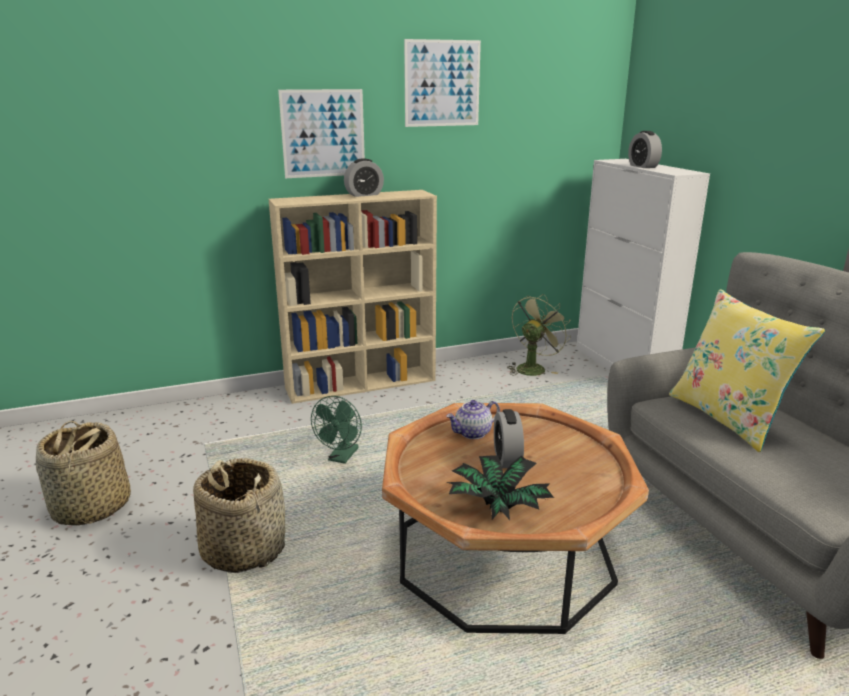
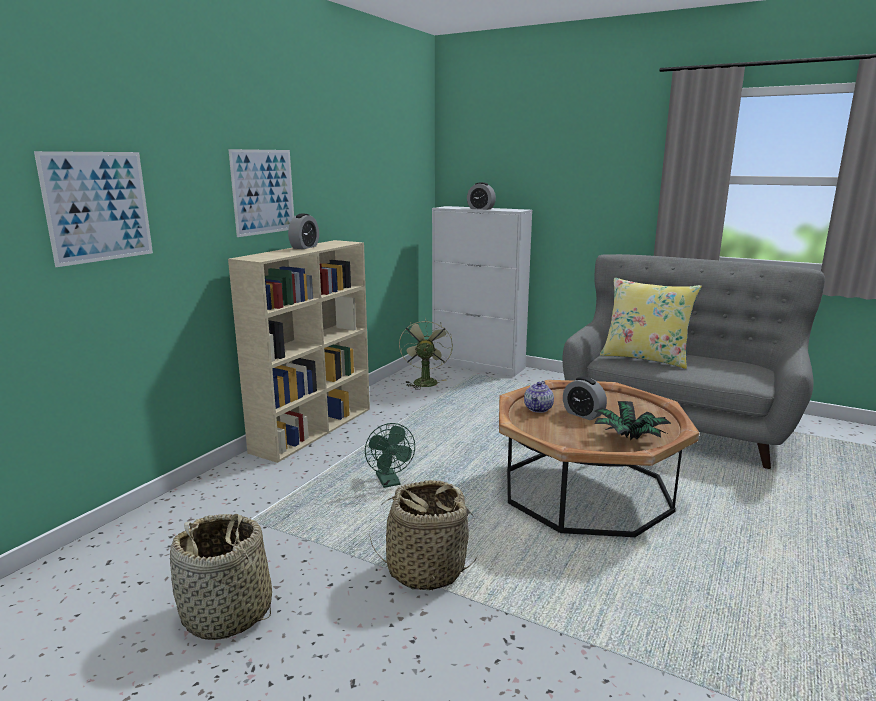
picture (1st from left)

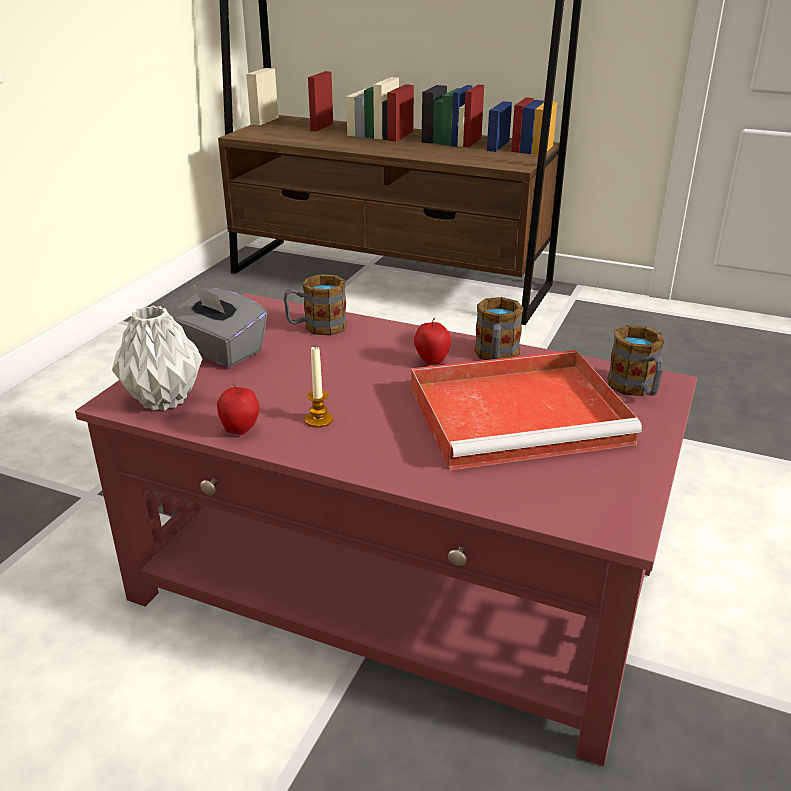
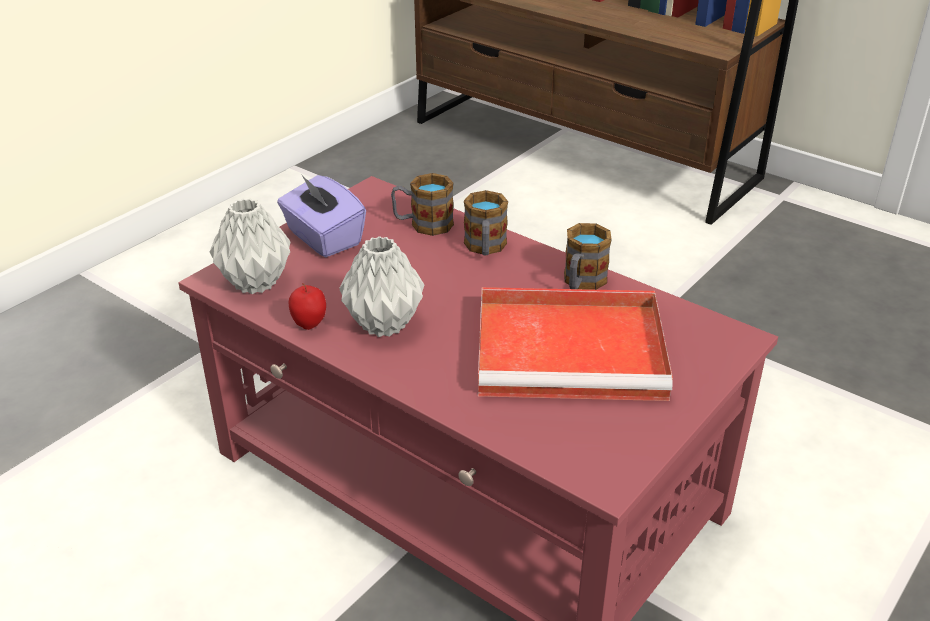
tissue box (purple); apple (2nd from left in the first image); mug (2nd from left); vase (grey) (2nd from left)

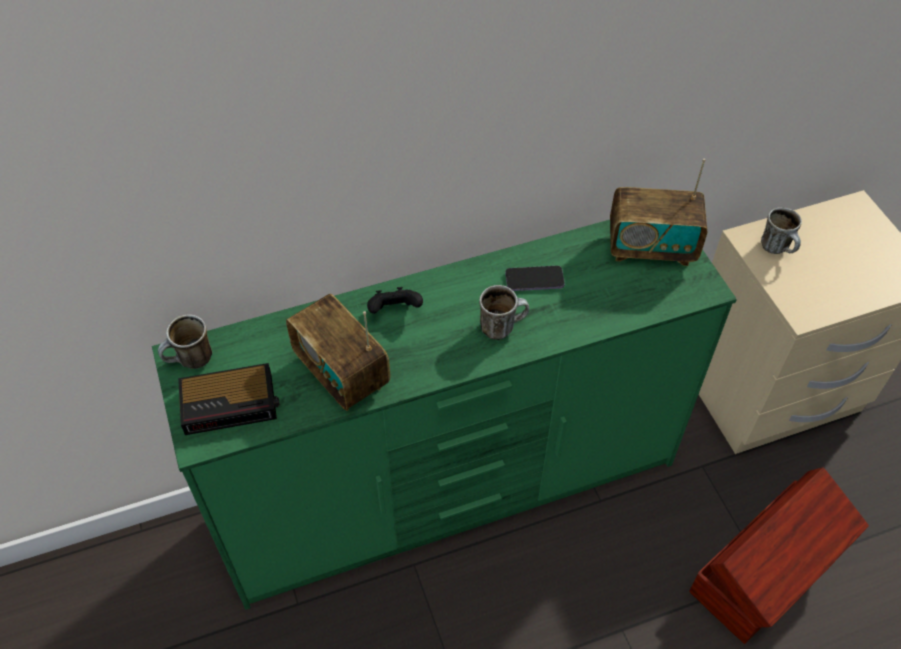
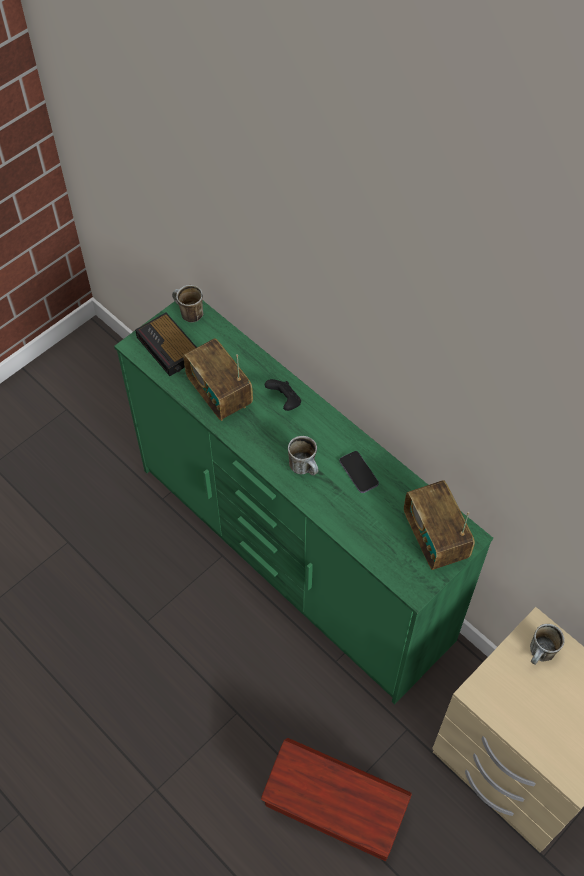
radio (1st from left)

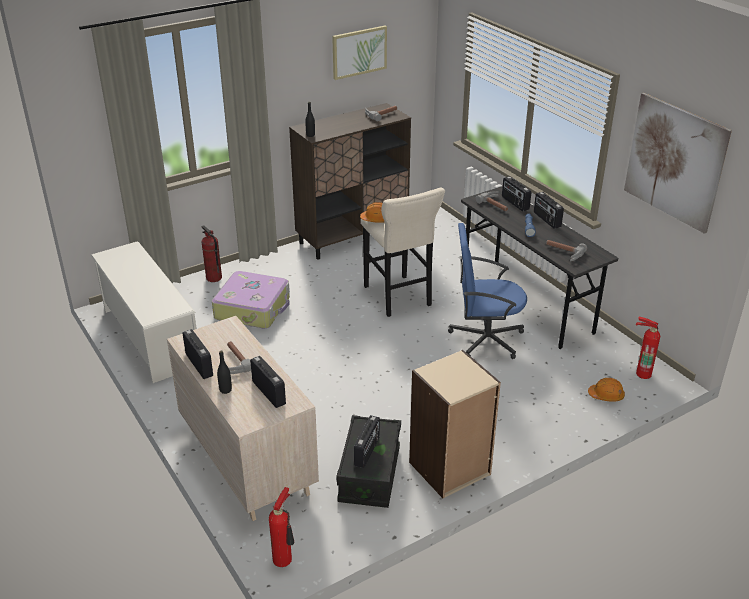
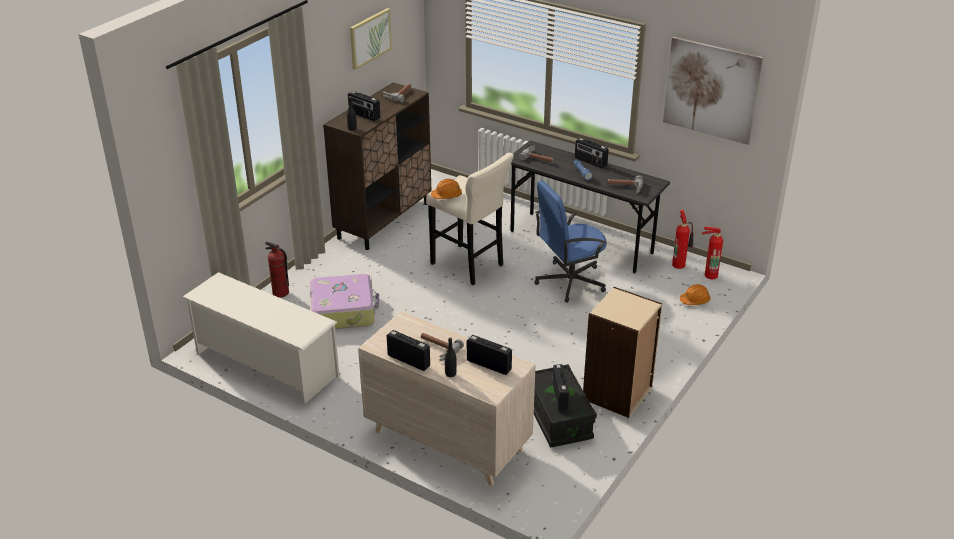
radio (1st from left); fire extinguisher (2nd from left)

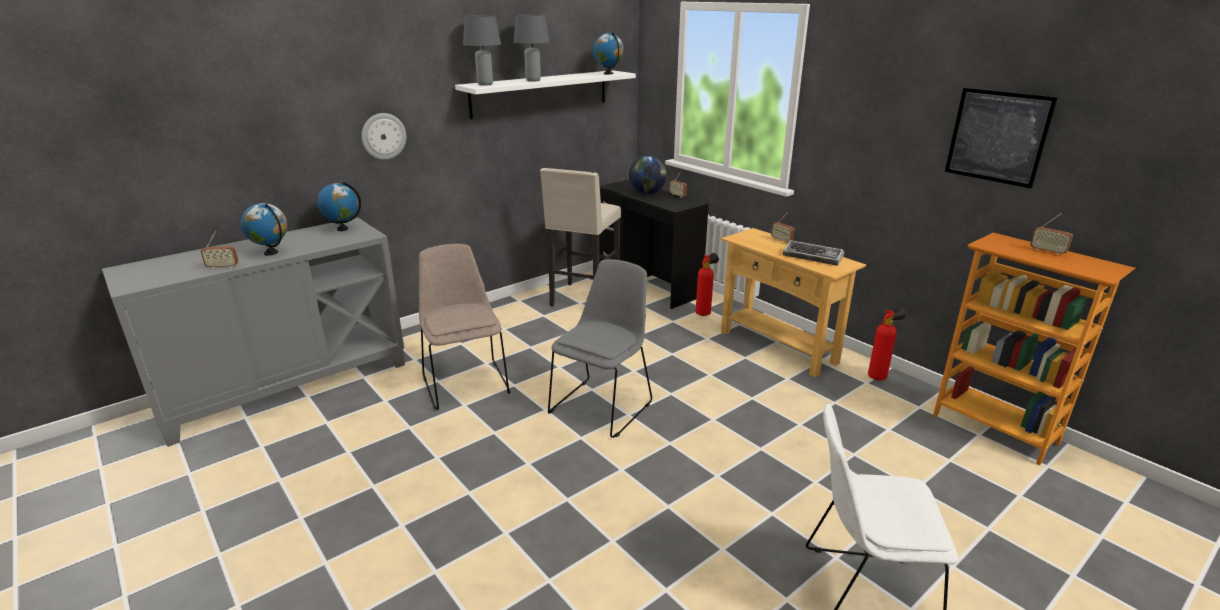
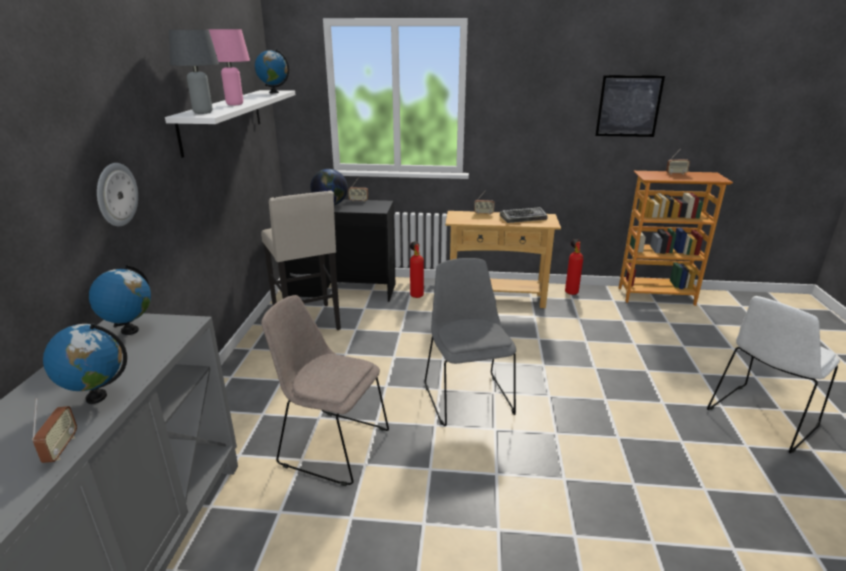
table lamp (pink); radio (1st from left)

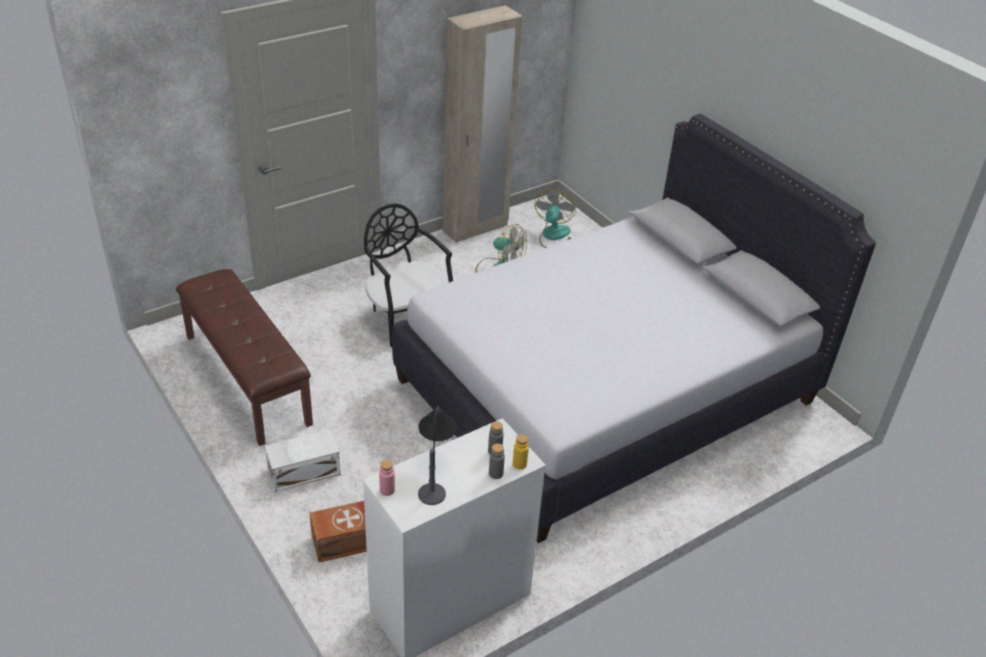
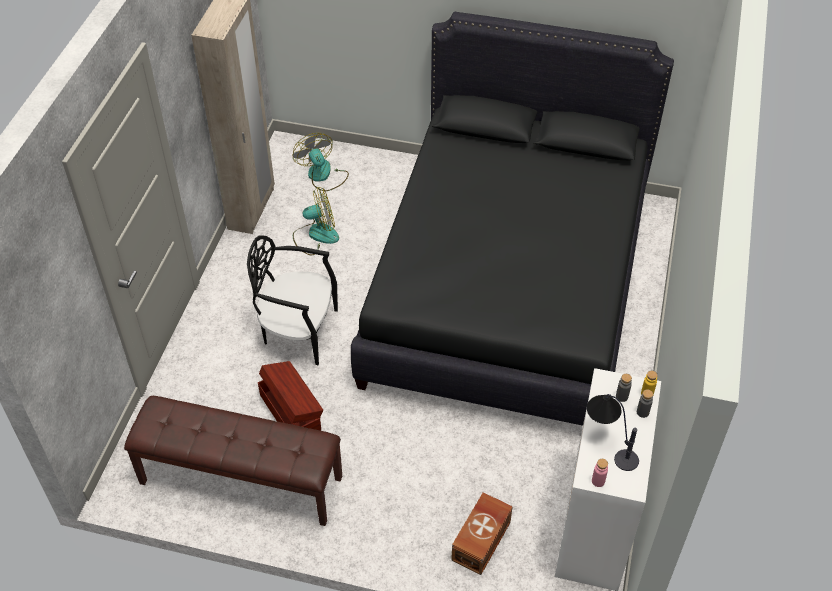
bed (black); storage box (white); storage box (brown) (1st from left)

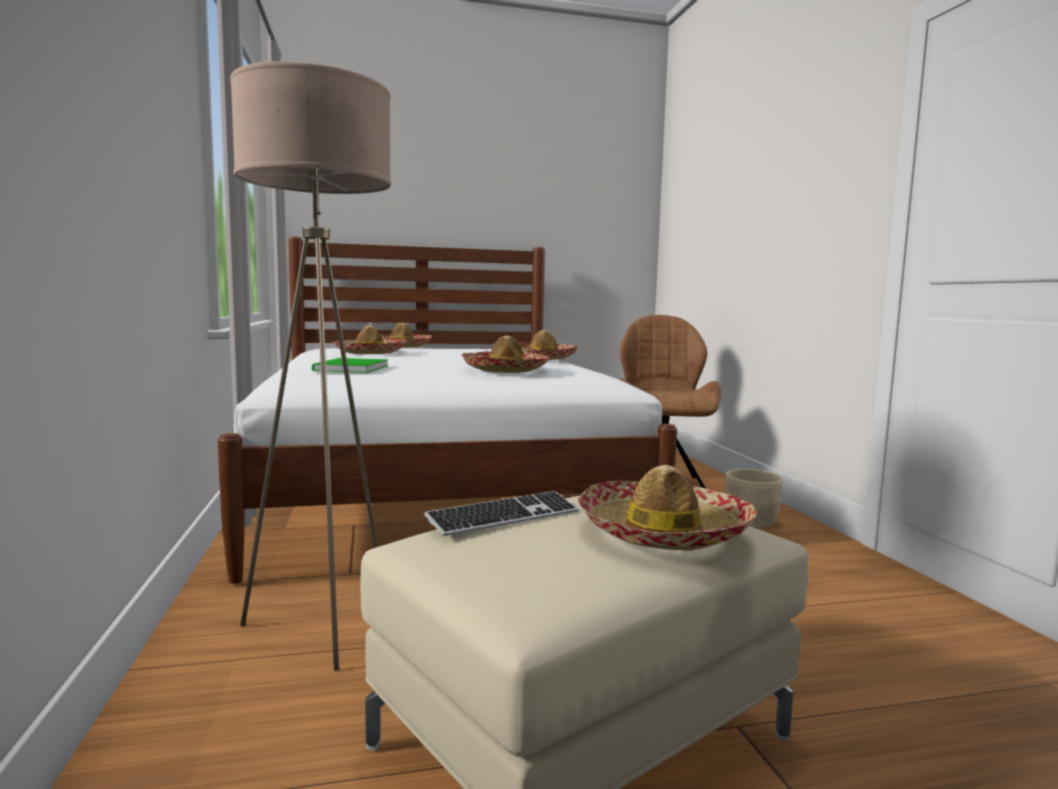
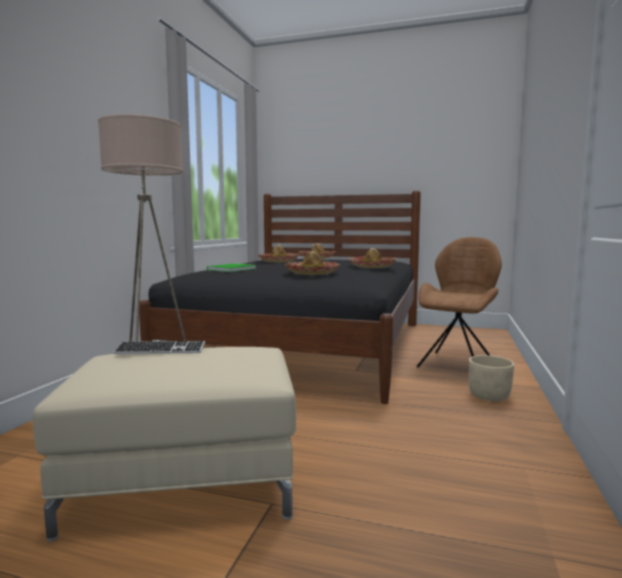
bed (black); hat (5th from left in the first image)

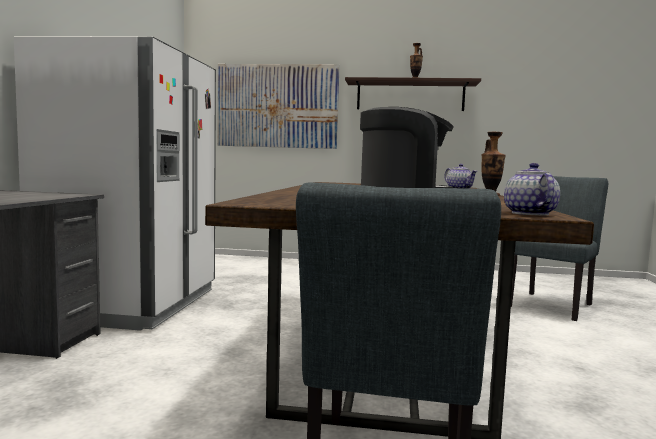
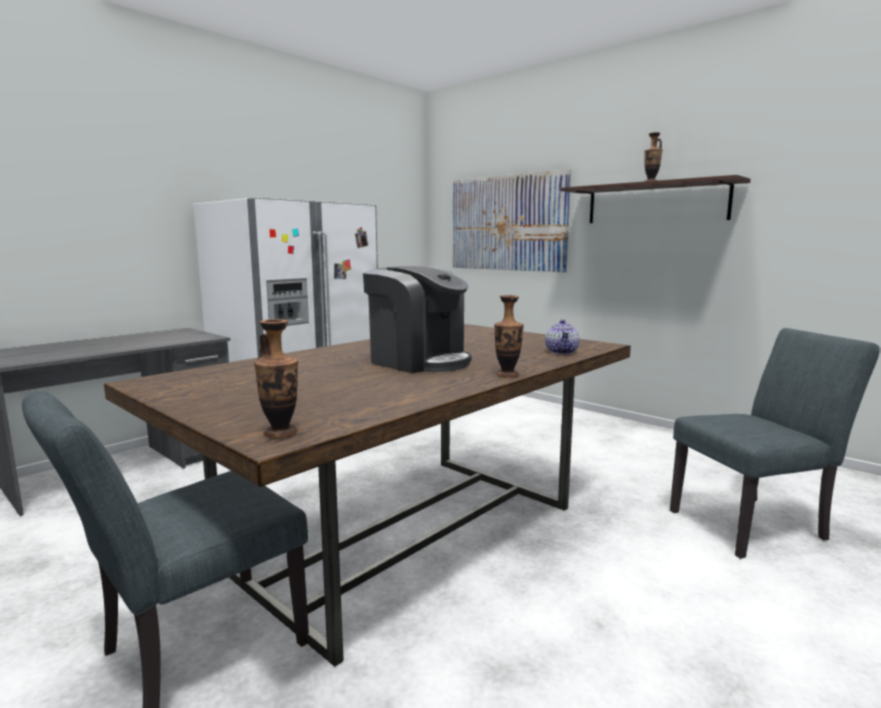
vase (1st from left)

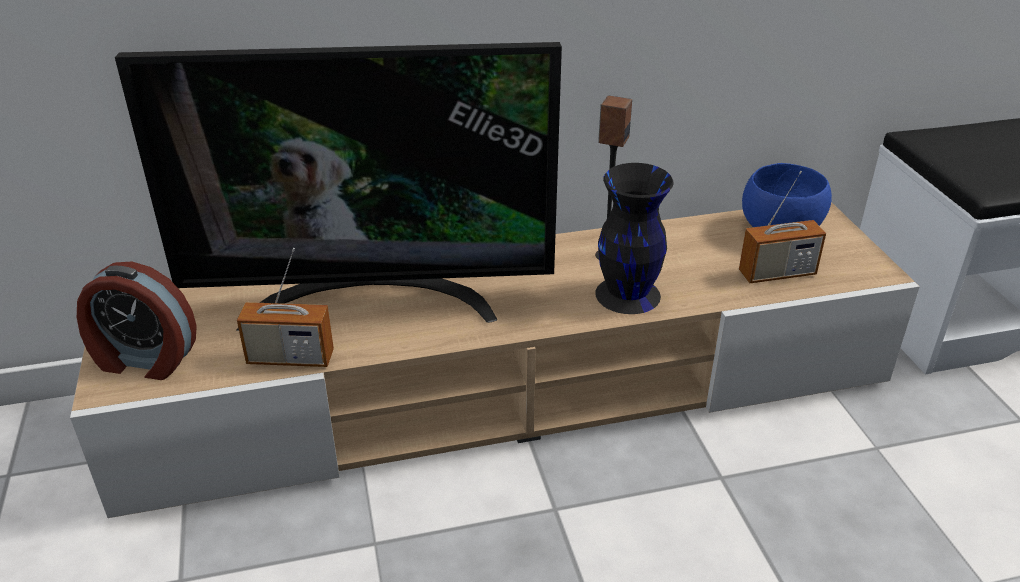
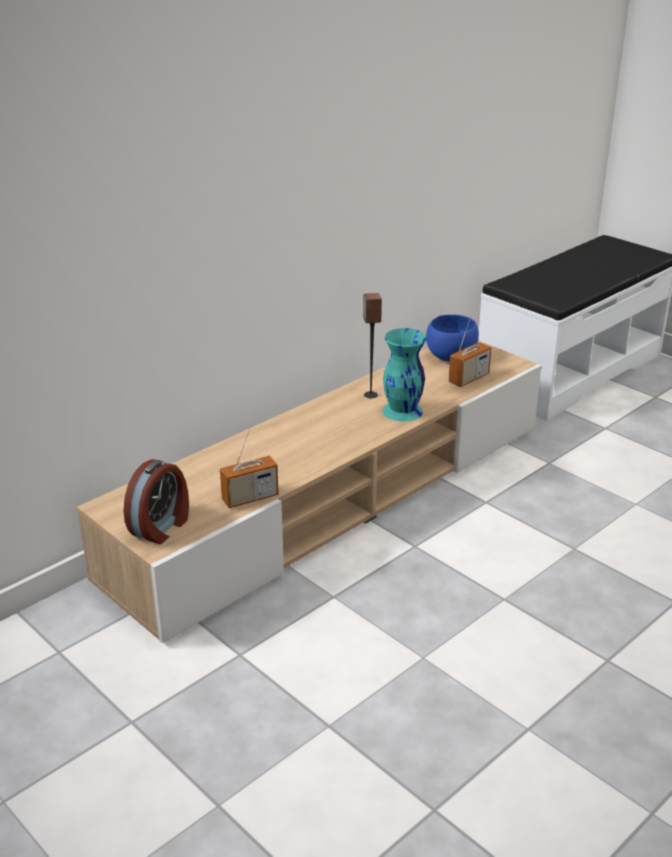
television; vase (turquoise); alarm clock

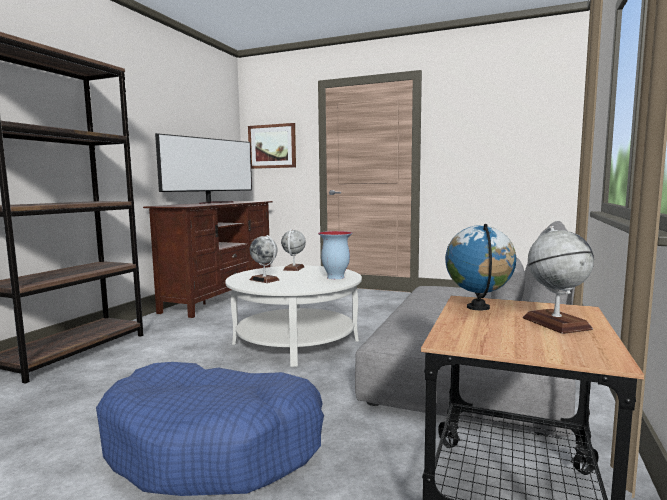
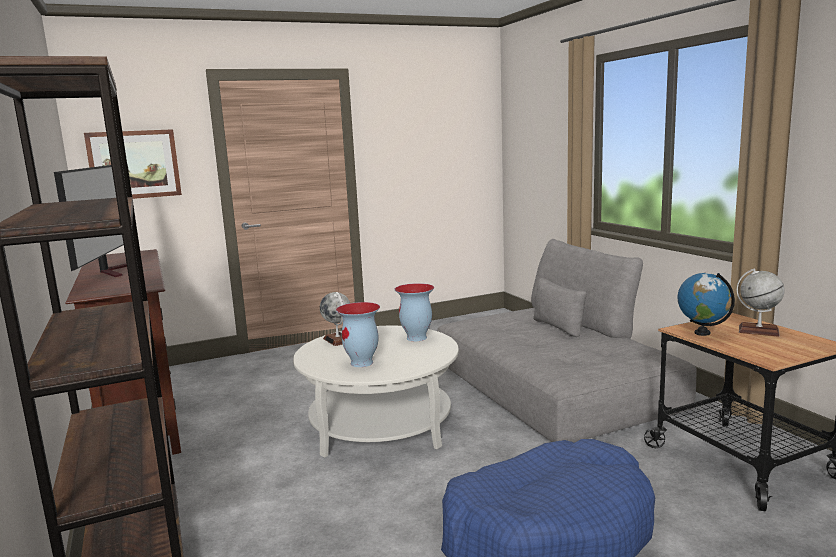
vase (1st from left)

